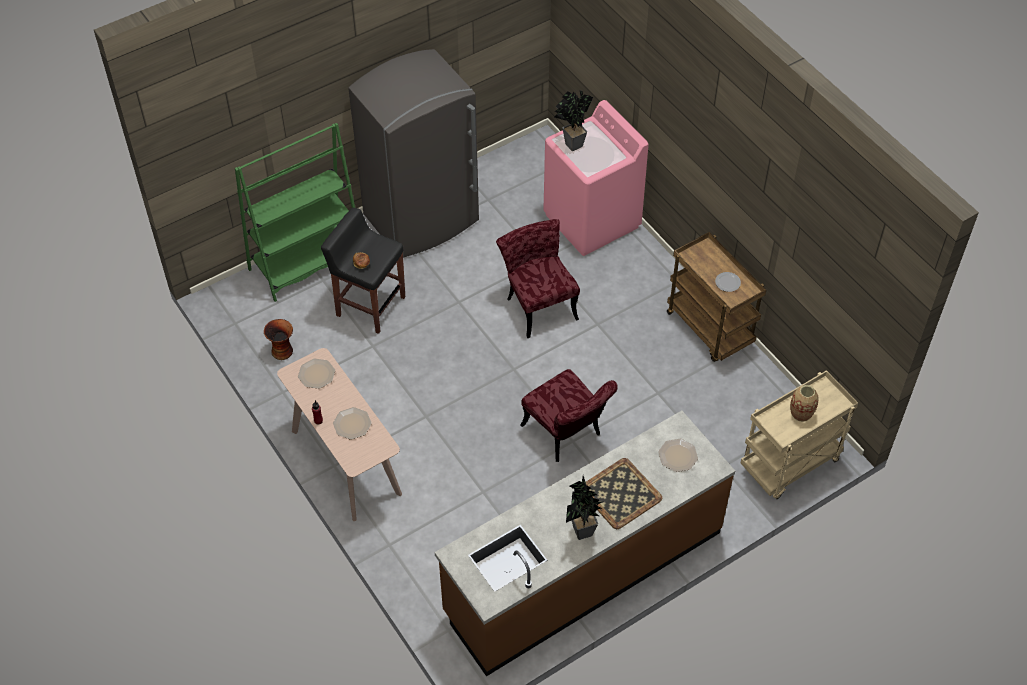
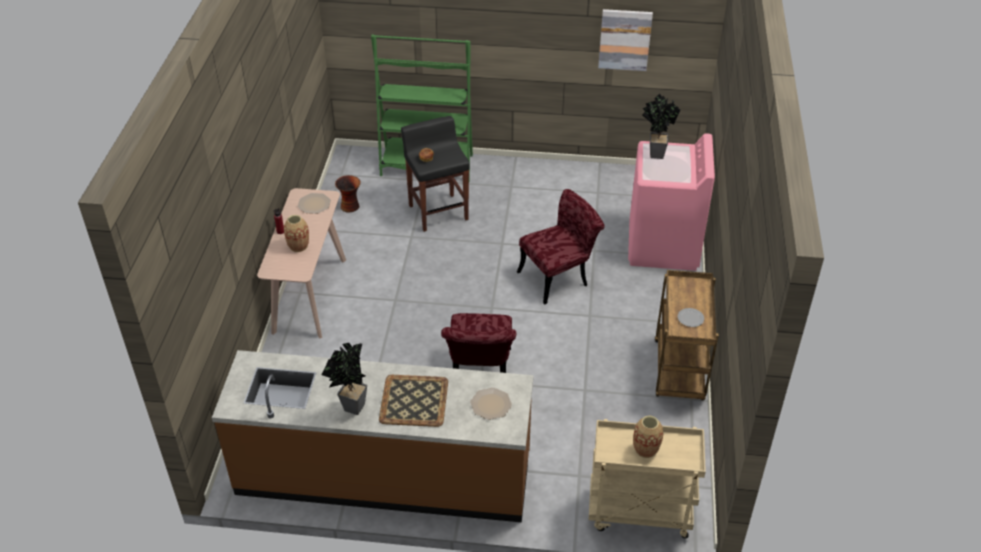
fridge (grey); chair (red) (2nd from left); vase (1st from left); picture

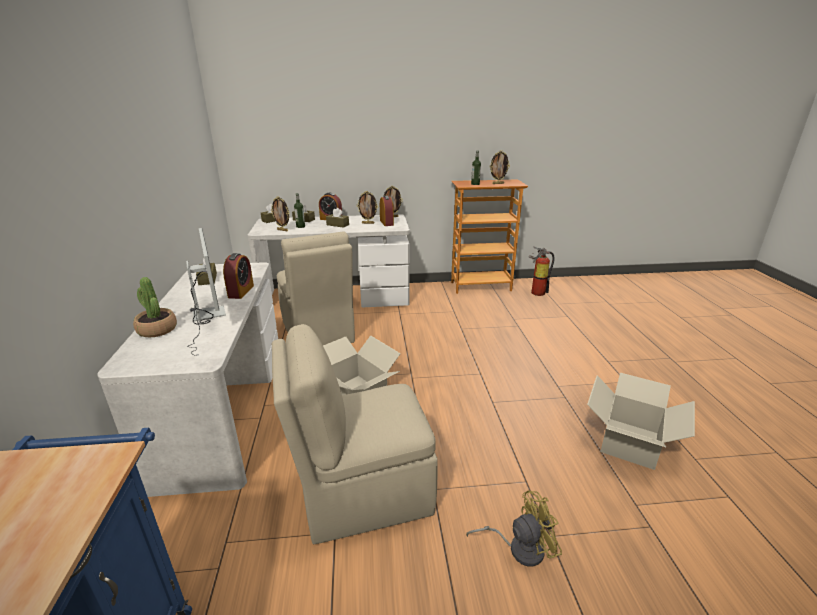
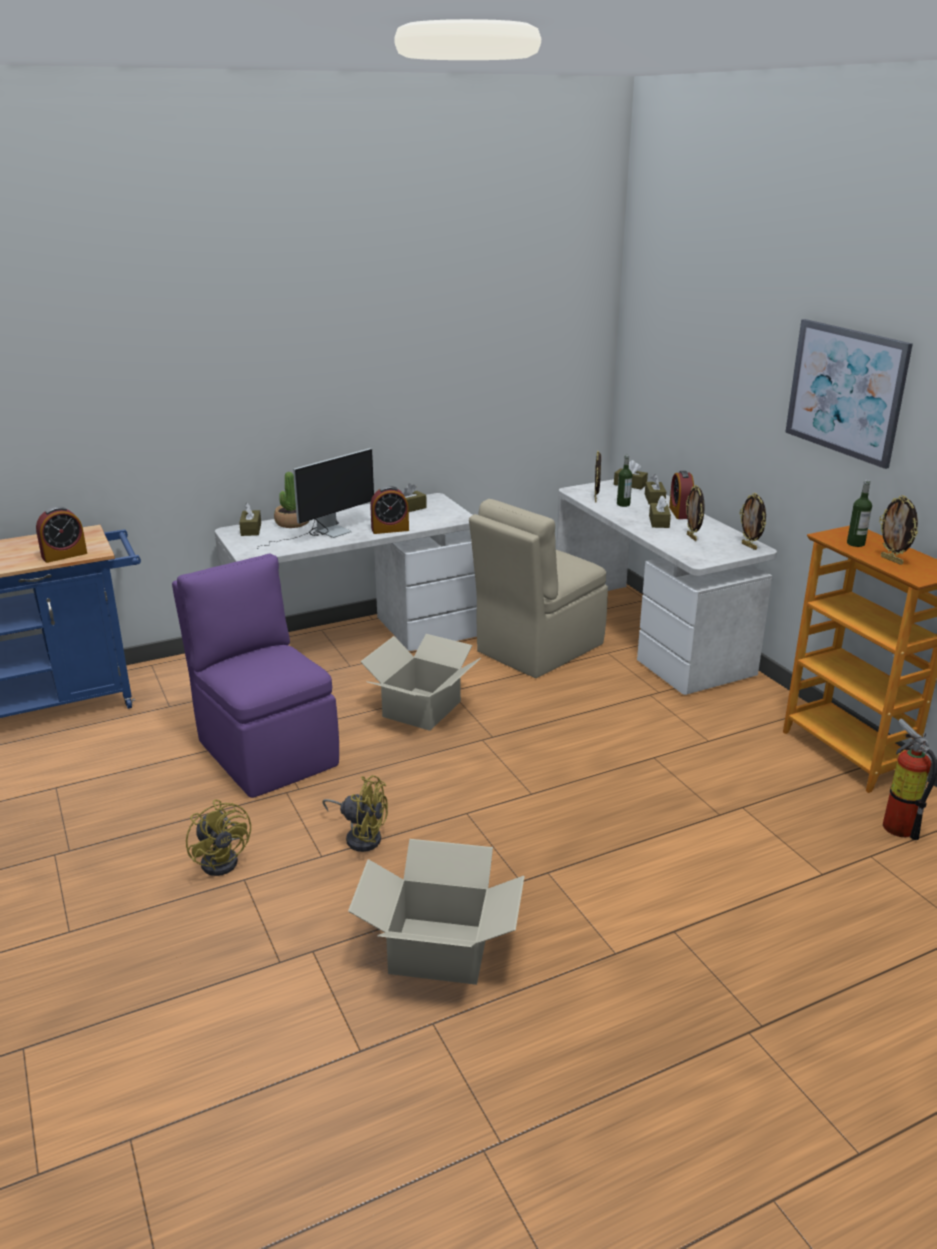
alarm clock (1st from left); chair (purple); picture; tissue box (brown) (1st from left); fan (yellow) (2nd from left)

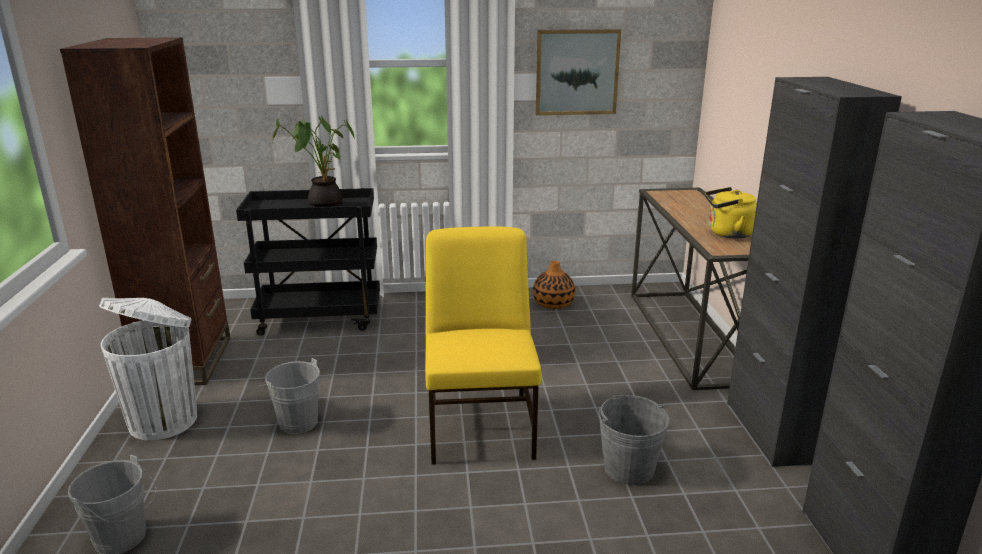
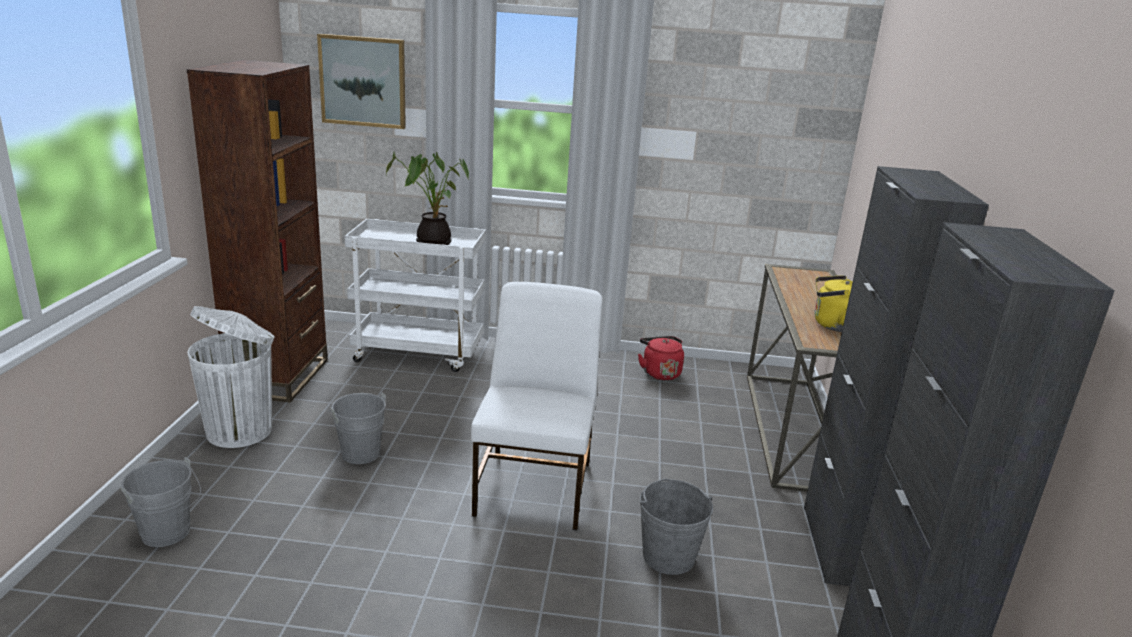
picture; cart (white); chair (white); kettle (red)

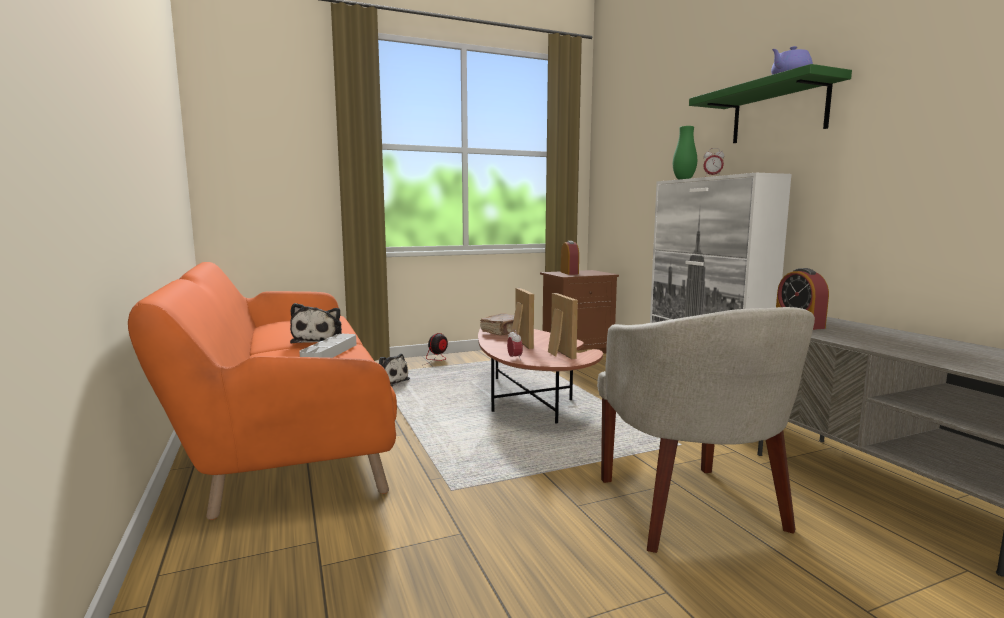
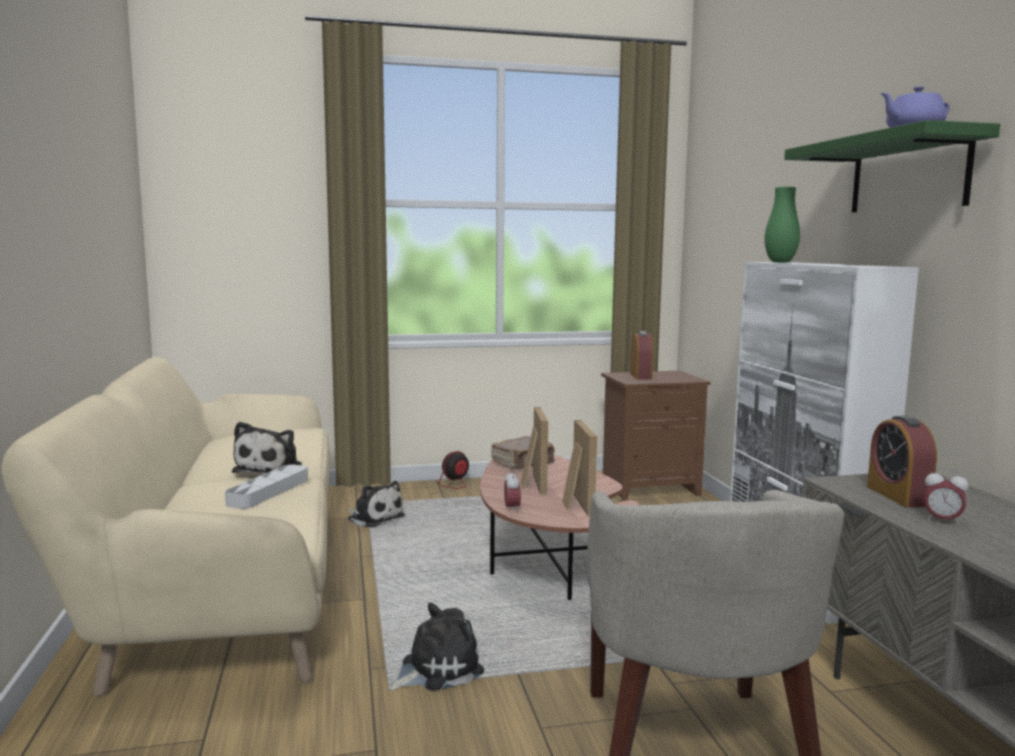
alarm clock (4th from left); sofa (beige); plush toy (3rd from left)

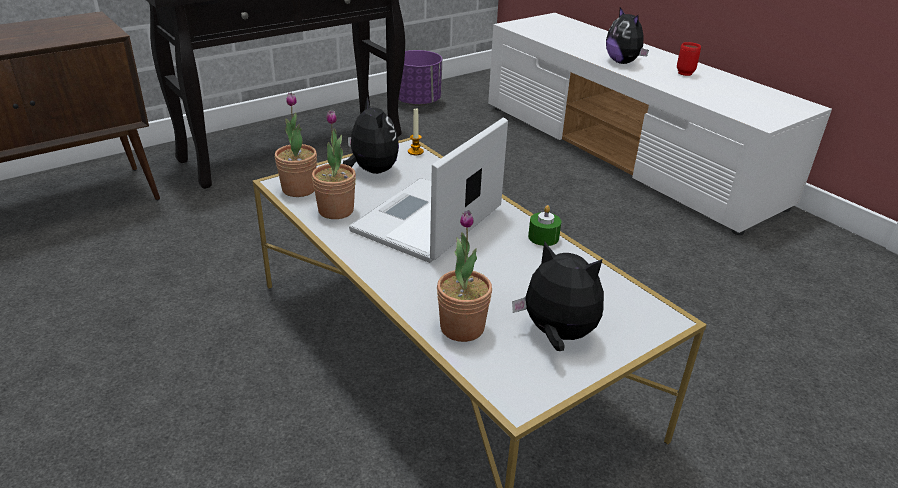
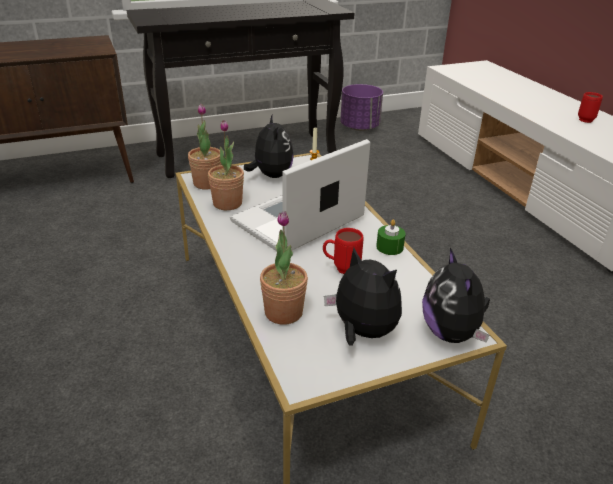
plush toy (3rd from left); mug (red) (1st from left)

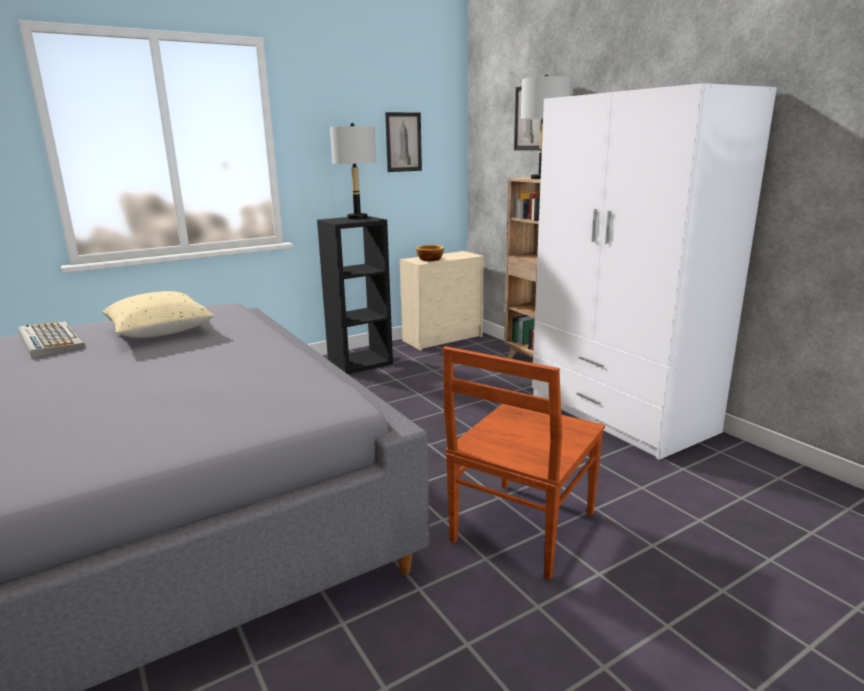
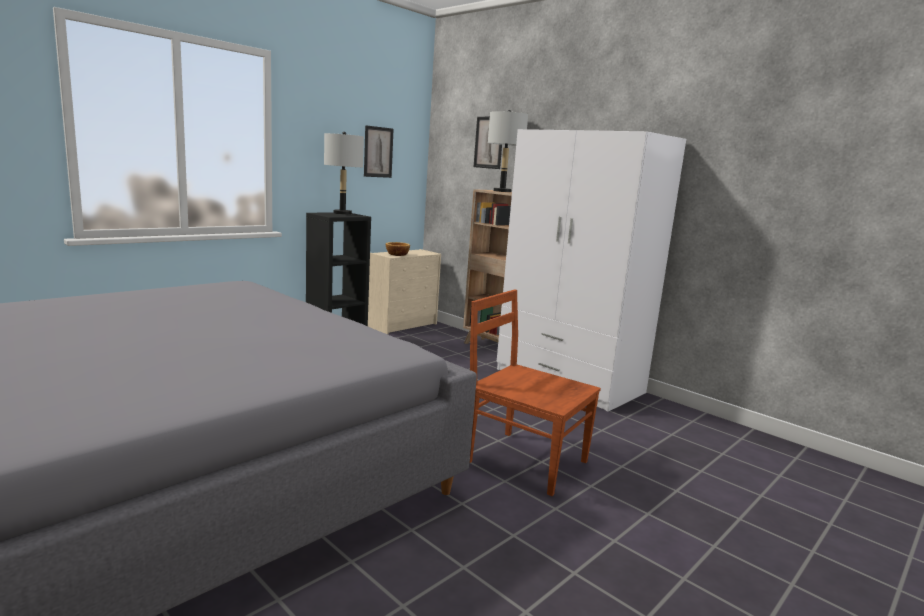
pillow (beige); keyboard; chair (brown)

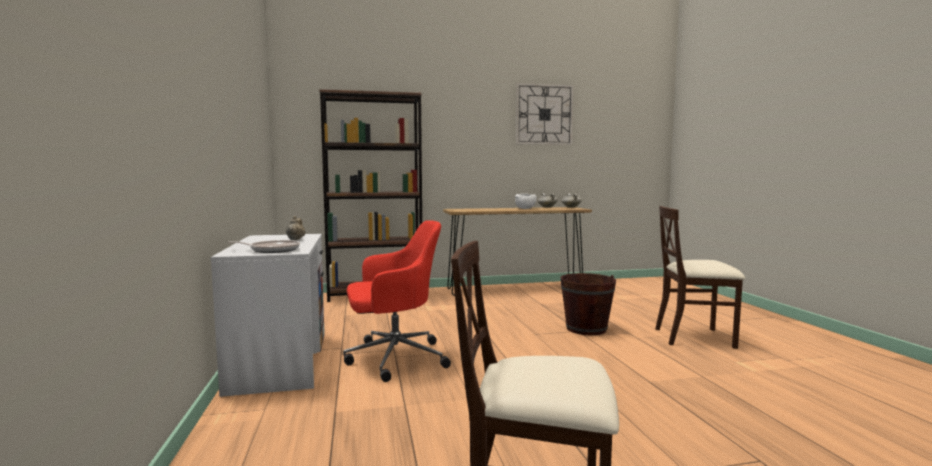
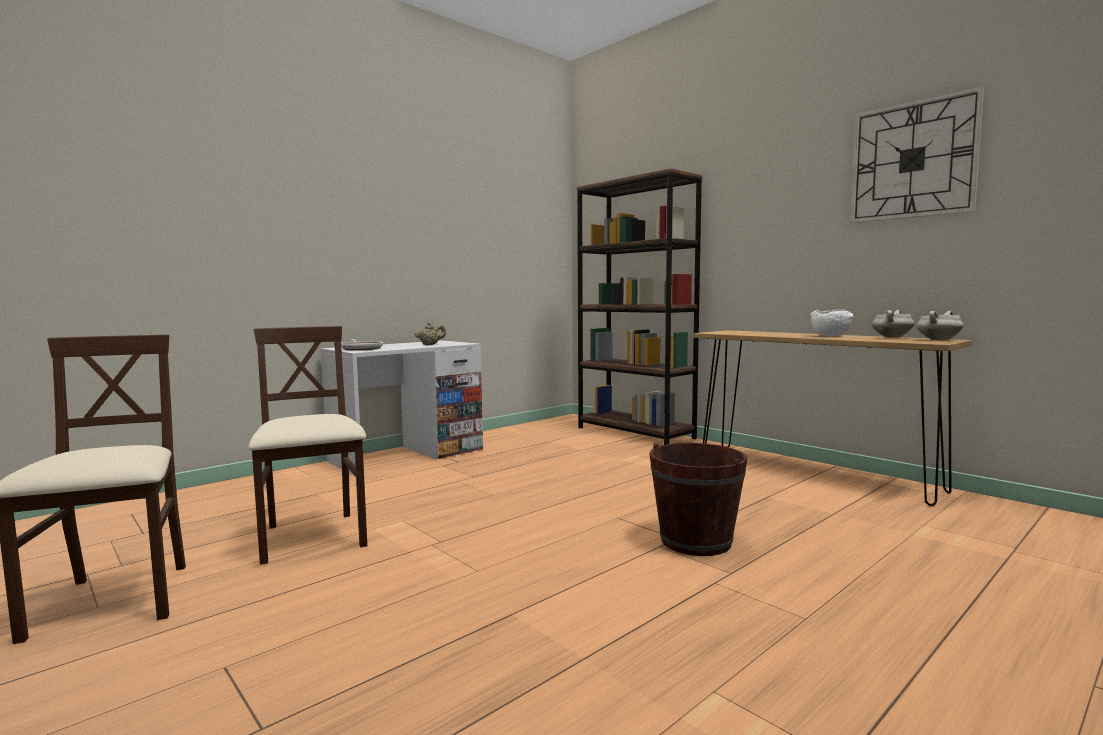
chair (beige) (2nd from left); office chair (red)

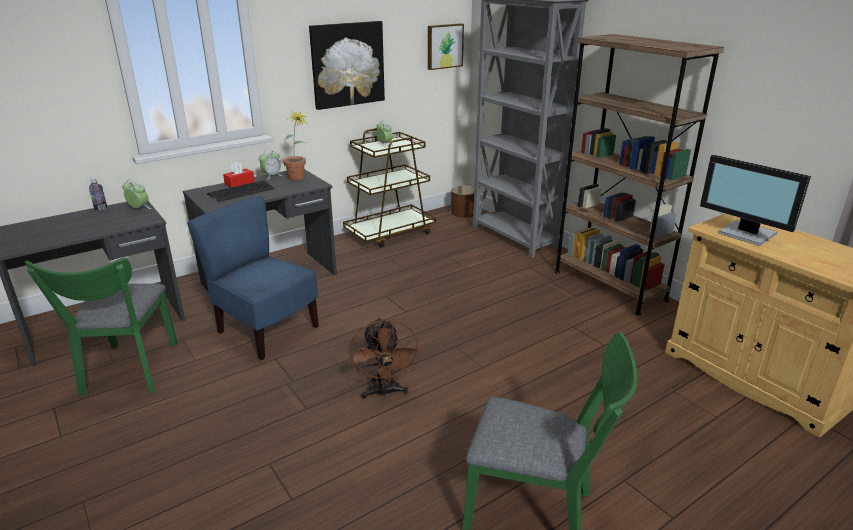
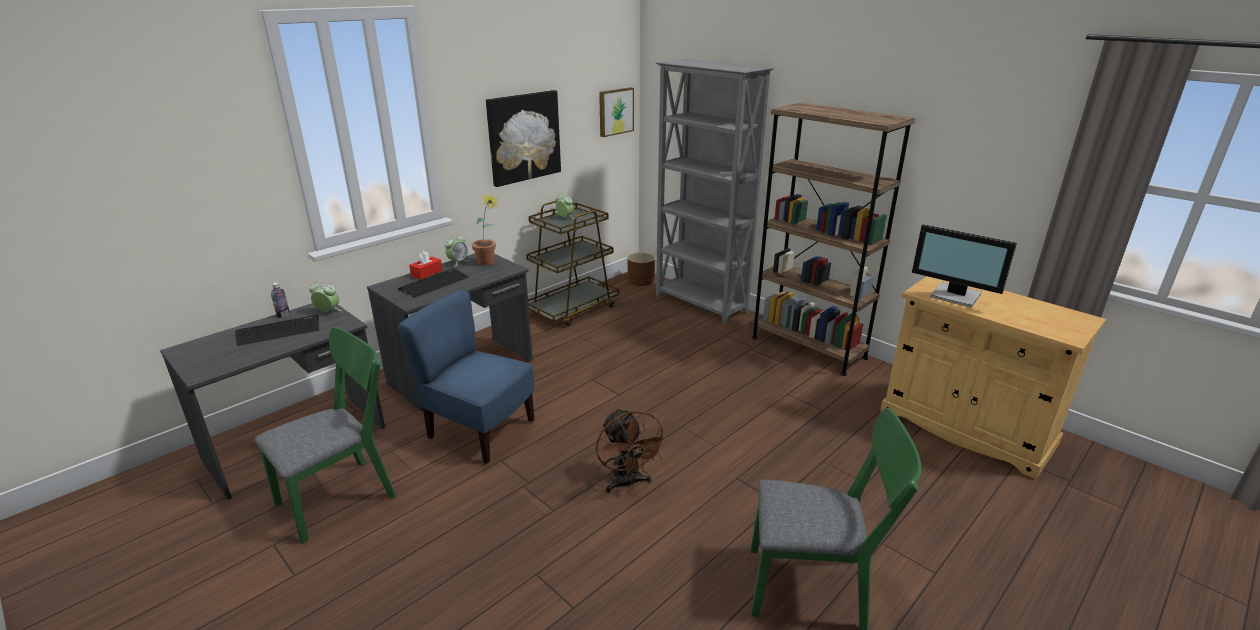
chair (green) (1st from left); keyboard (1st from left)

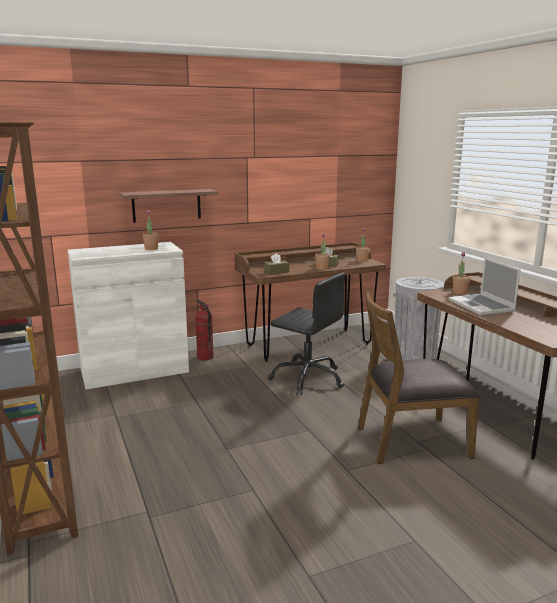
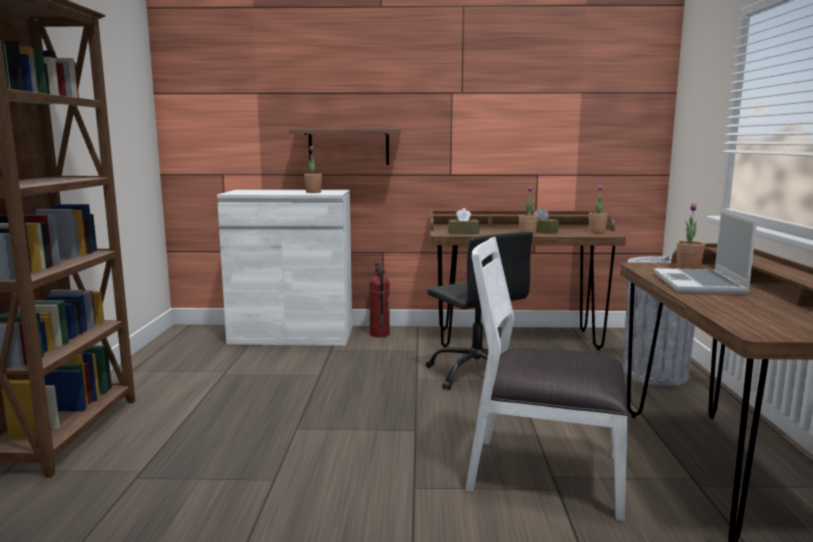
chair (white)

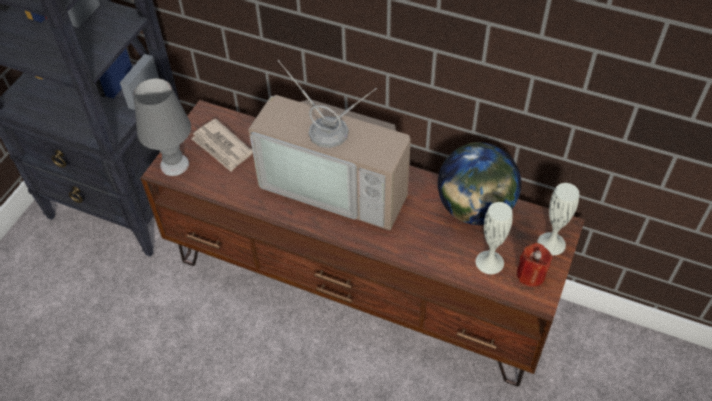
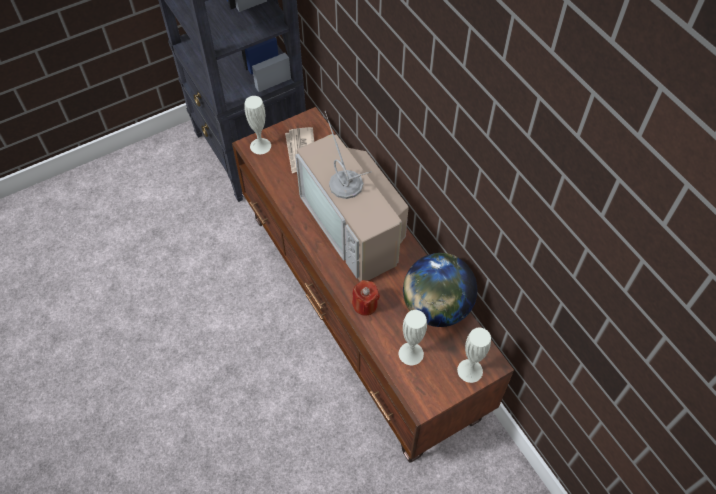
vase (white) (1st from left); candle (red)

